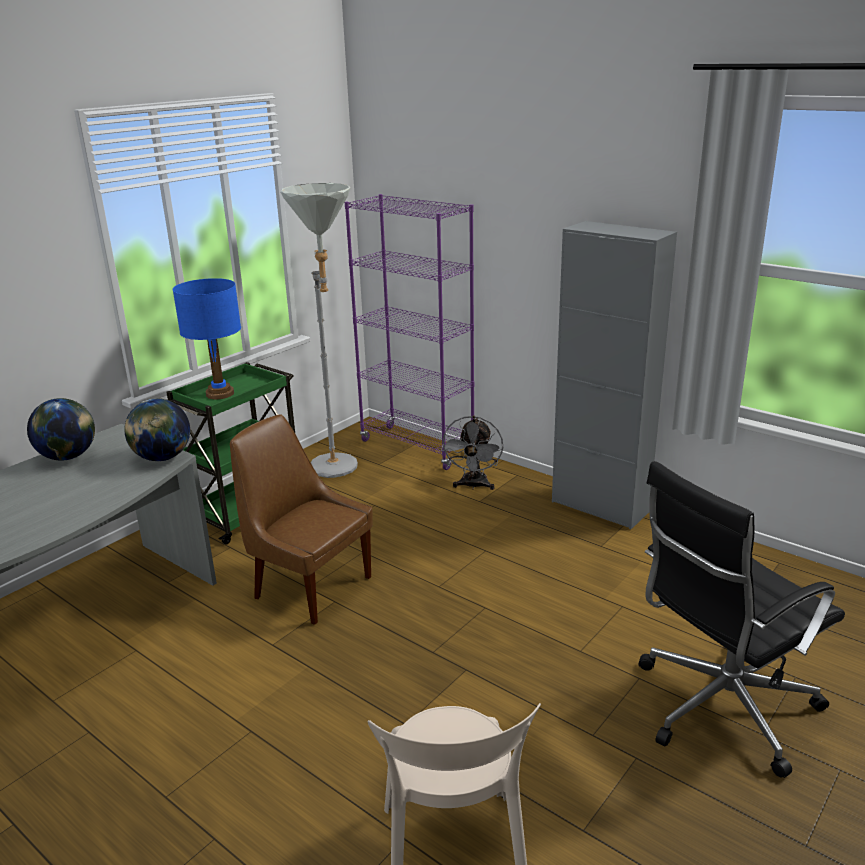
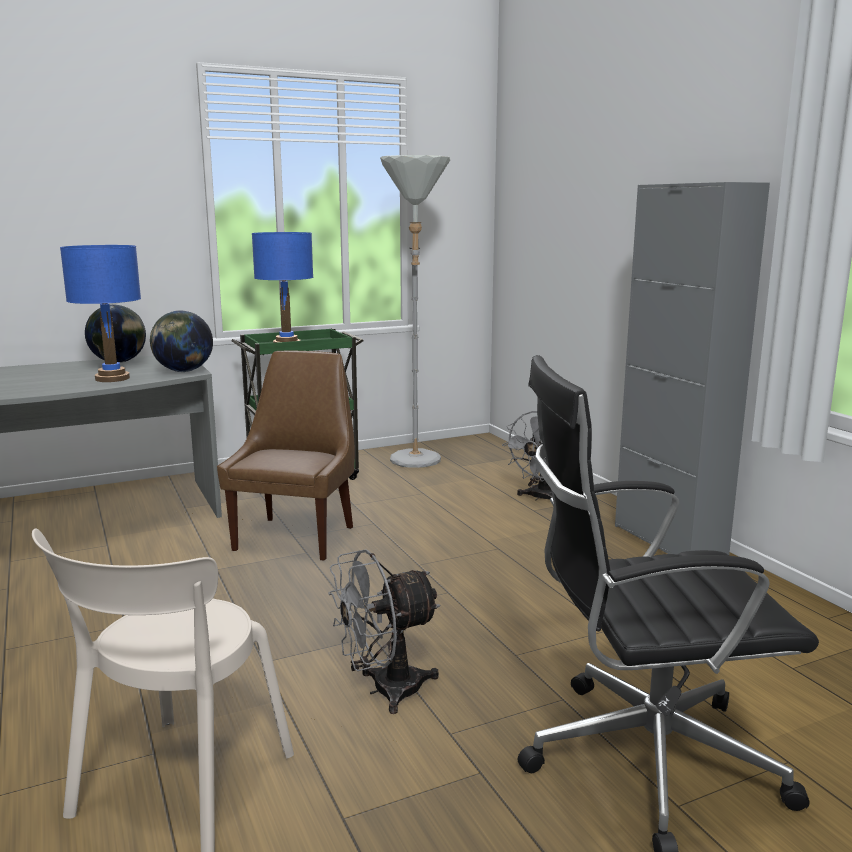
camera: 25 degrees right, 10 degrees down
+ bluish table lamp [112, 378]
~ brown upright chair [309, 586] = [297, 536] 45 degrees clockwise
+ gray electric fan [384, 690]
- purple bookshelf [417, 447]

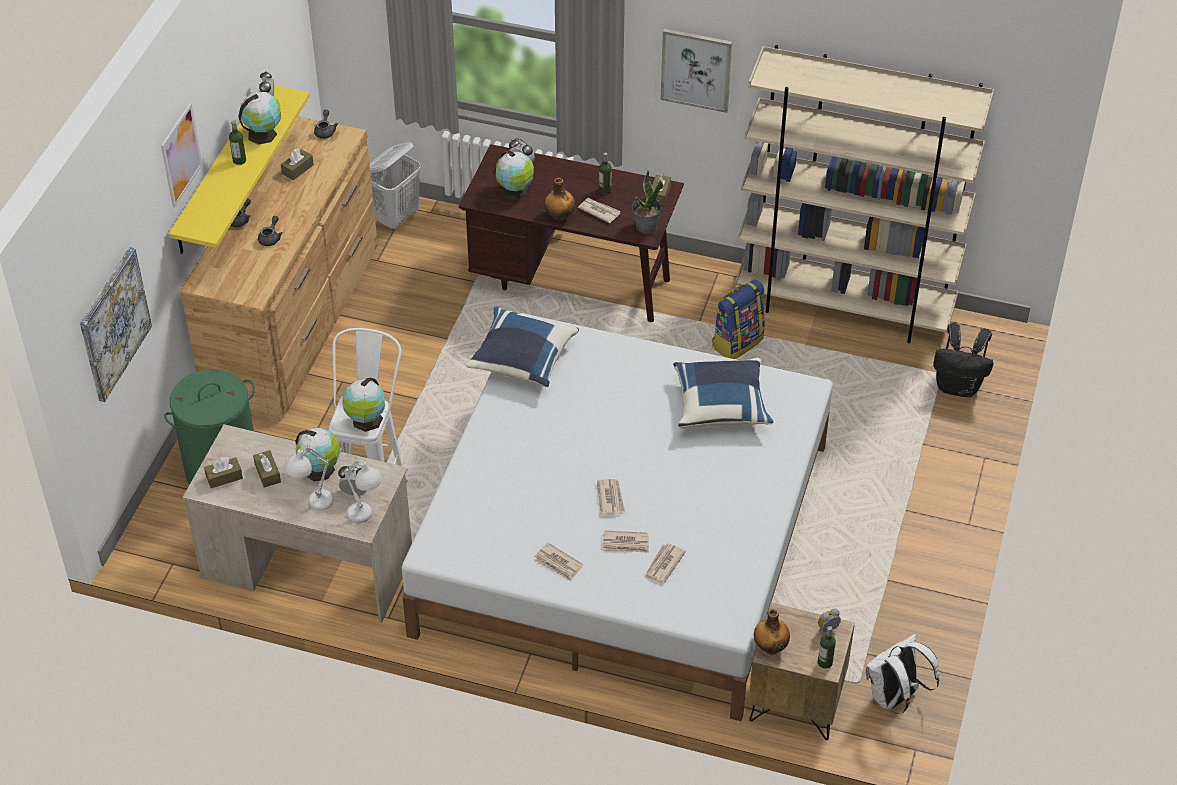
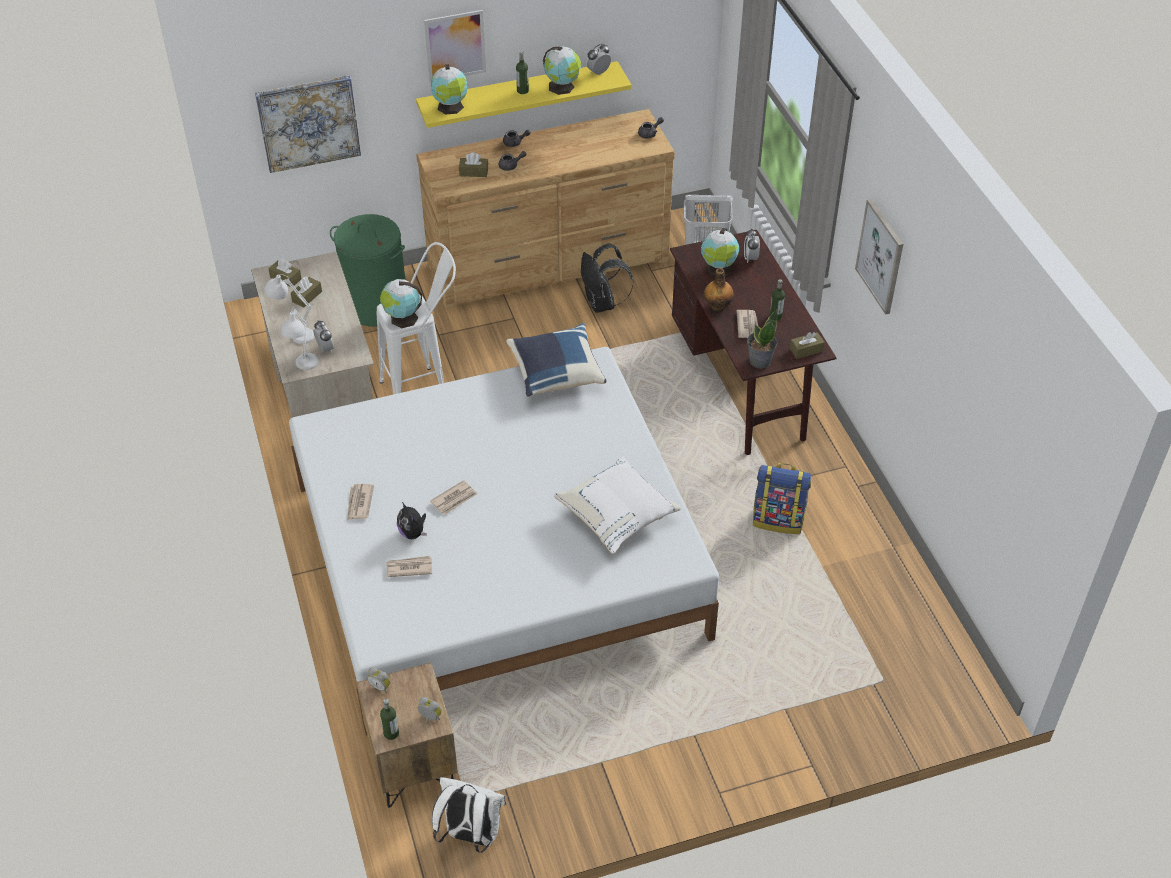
camera: 55 degrees right, 0 degrees up
~ bottle [770, 647] to bedside clock [380, 686]
~ printed paper [626, 543] to plush toy [413, 533]
~ desk globe [320, 470] to [450, 107]
~ brown box of tissues [297, 169] to [473, 172]
~ bluish throw pillow [720, 405] to whitish throw pillow [617, 516]
~ black knapsack [958, 386] to [602, 304]
- sand-coloured bookshelf [844, 307]

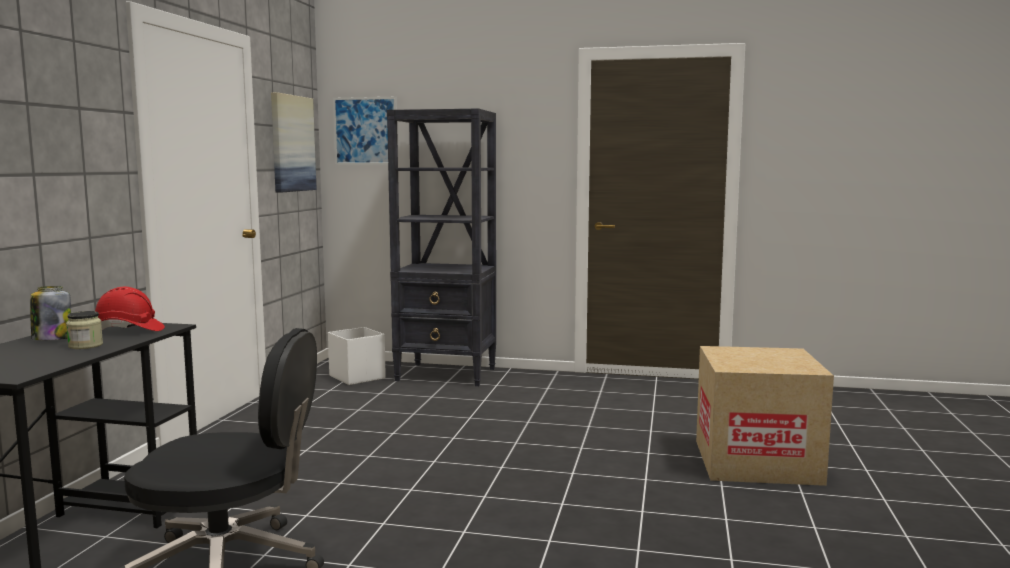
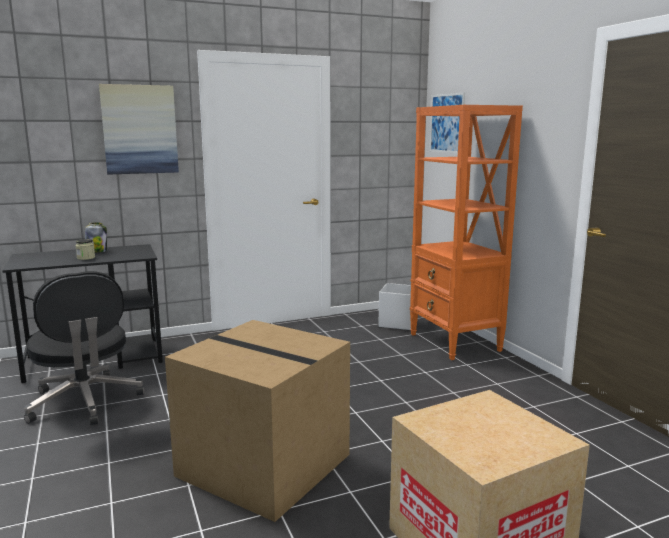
camera: 55 degrees right, 5 degrees up
~ picture [292, 143] to [139, 129]
+ carton [267, 464]
~ black bookshelf [447, 375] to orange bookshelf [455, 342]
- red-coloured work helmet [129, 330]

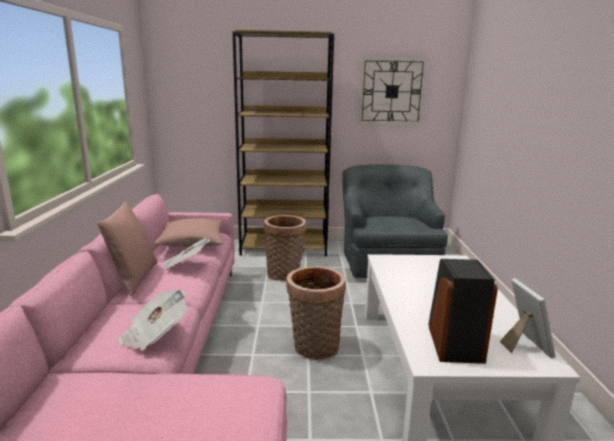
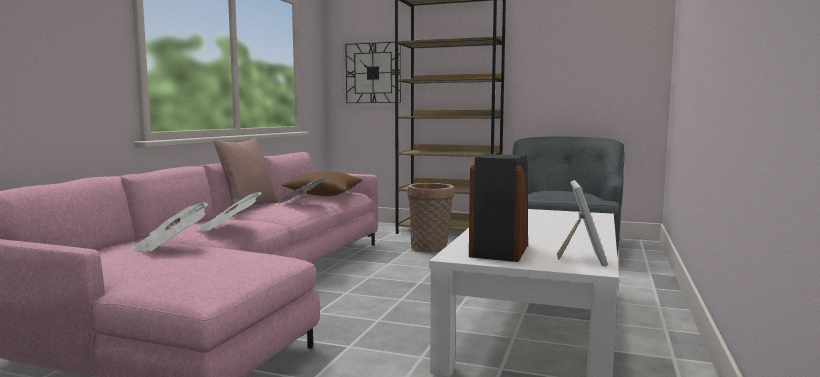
camera: 20 degrees right, 10 degrees down
+ printed paper [170, 247]
~ pink-coloured throw pillow [191, 243] to brown throw pillow [324, 195]
~ clock on the wall [391, 91] to [373, 73]
- basket [314, 349]

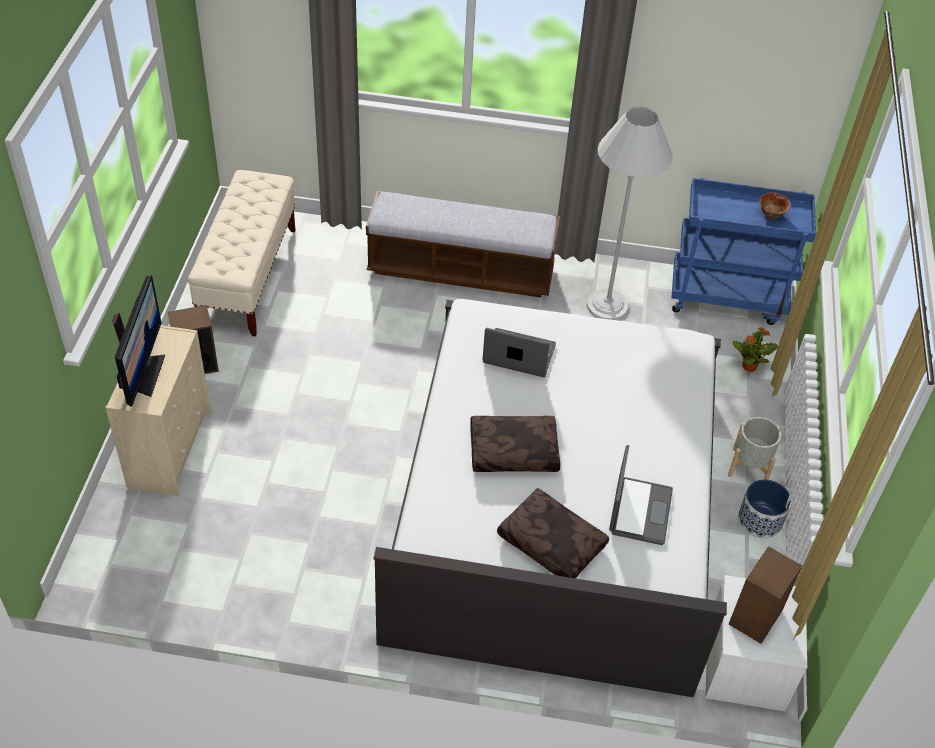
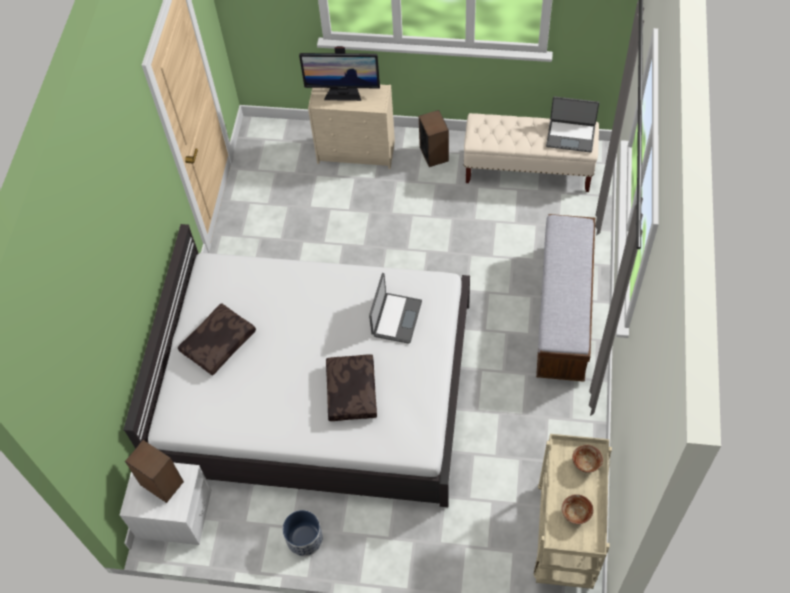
camera: 95 degrees right, 10 degrees up
~ brown throw pillow [513, 452] to [350, 391]
~ bluish cart [727, 297] to sand-coloured cart [566, 536]
~ portable computer [638, 511] to [570, 136]
+ deep dish [585, 464]
- whitish standard lamp [607, 305]
- gray plant pot [749, 466]
- plant in a pot [748, 367]

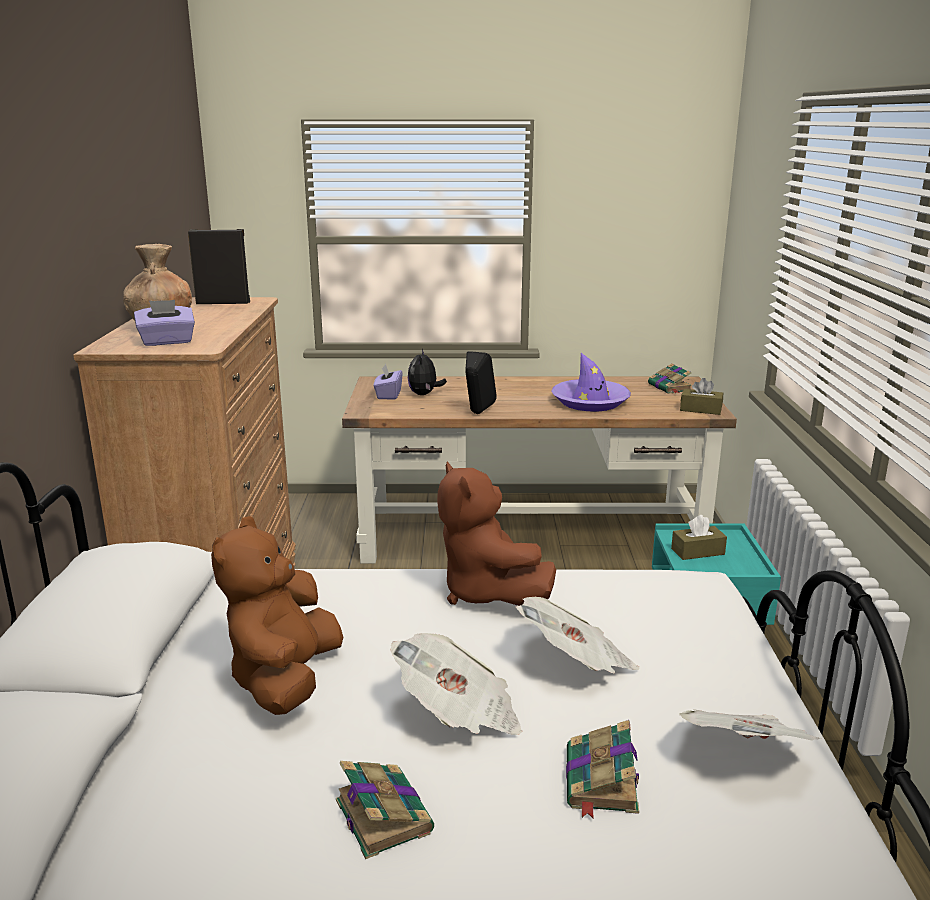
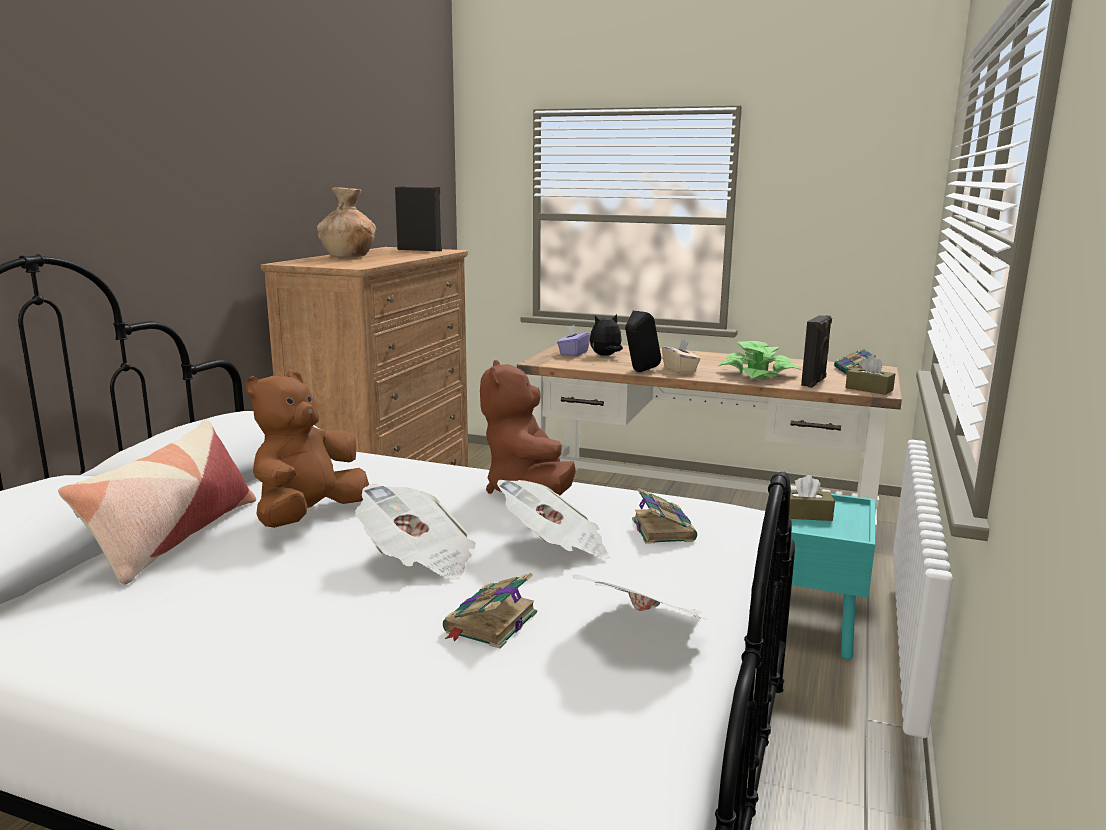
camera: 20 degrees right, 5 degrees down
+ throw pillow [174, 537]
~ plush toy [424, 394] = [606, 356] 45 degrees clockwise
~ volume [382, 814] to [662, 529]
+ sand-coloured box of tissues [680, 370]
~ purple clothing hat [590, 402] to plant in a pot [758, 374]
+ black loudspeaker [814, 382]
- purple box of tissues [167, 342]

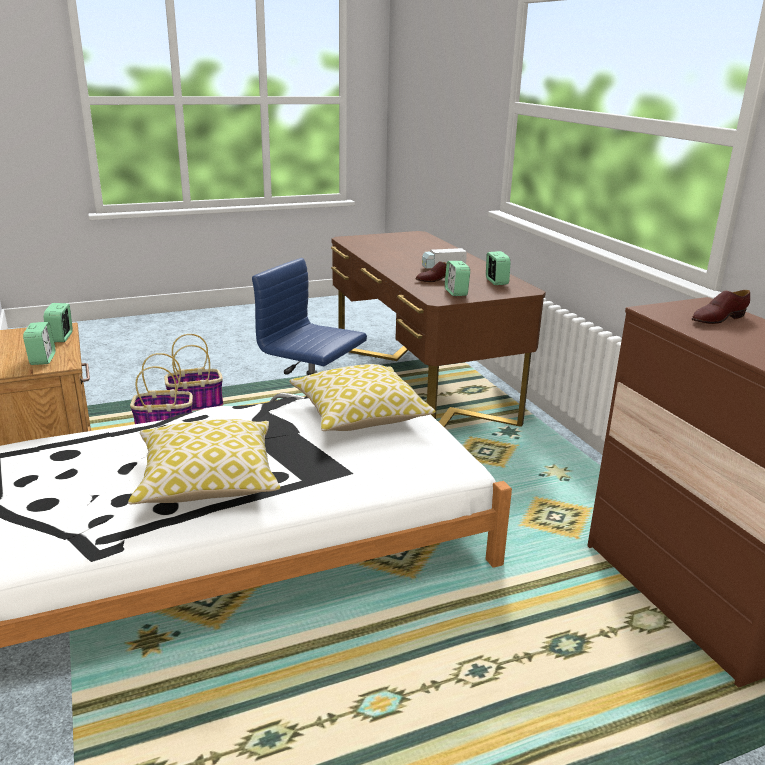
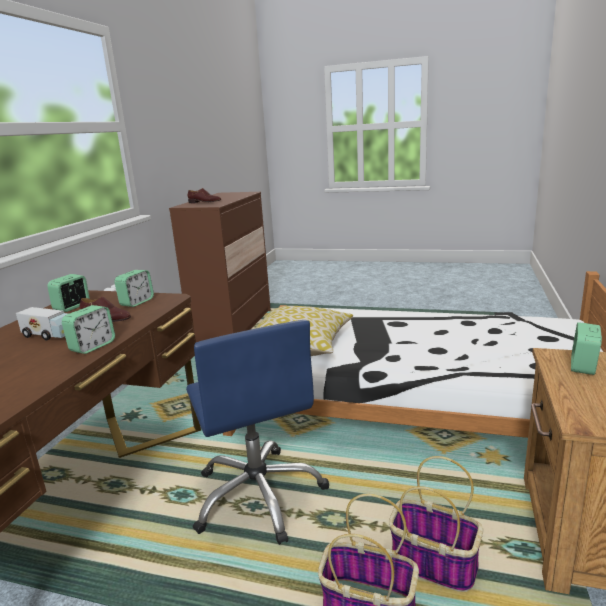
camera: 140 degrees left, 5 degrees down
~ bedside clock [61, 337] to [92, 346]
- throw pillow [207, 480]

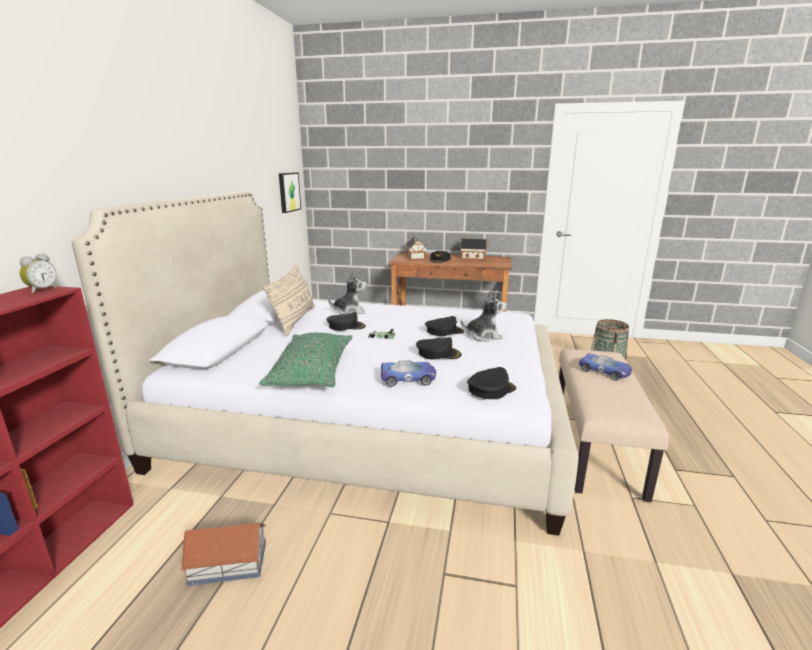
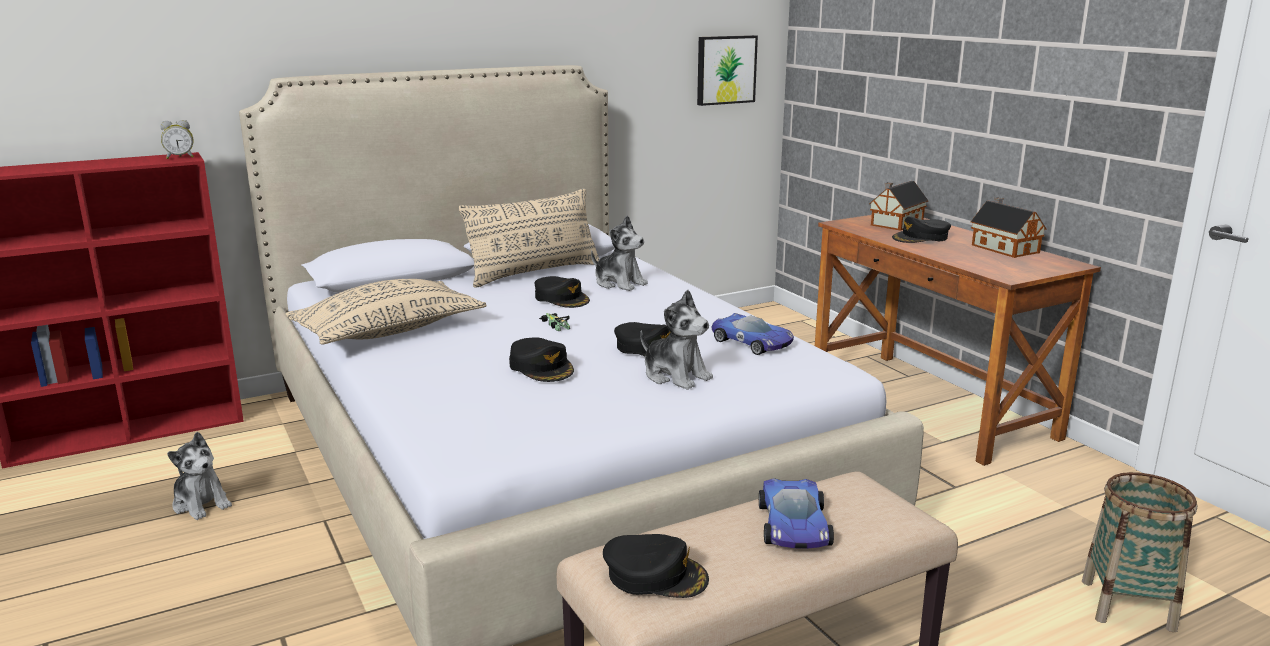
camera: 50 degrees right, 0 degrees up
~ toy house [227, 562] to plush toy [201, 504]
~ green throw pillow [312, 372] to sand-coloured throw pillow [389, 331]
~ black baseball cap [490, 389] to [655, 575]
~ miniature car [408, 378] to [753, 342]

